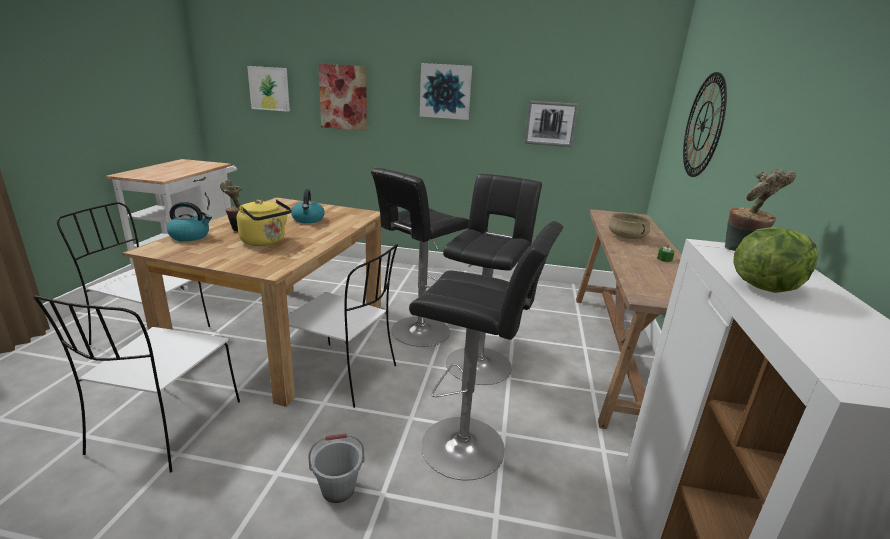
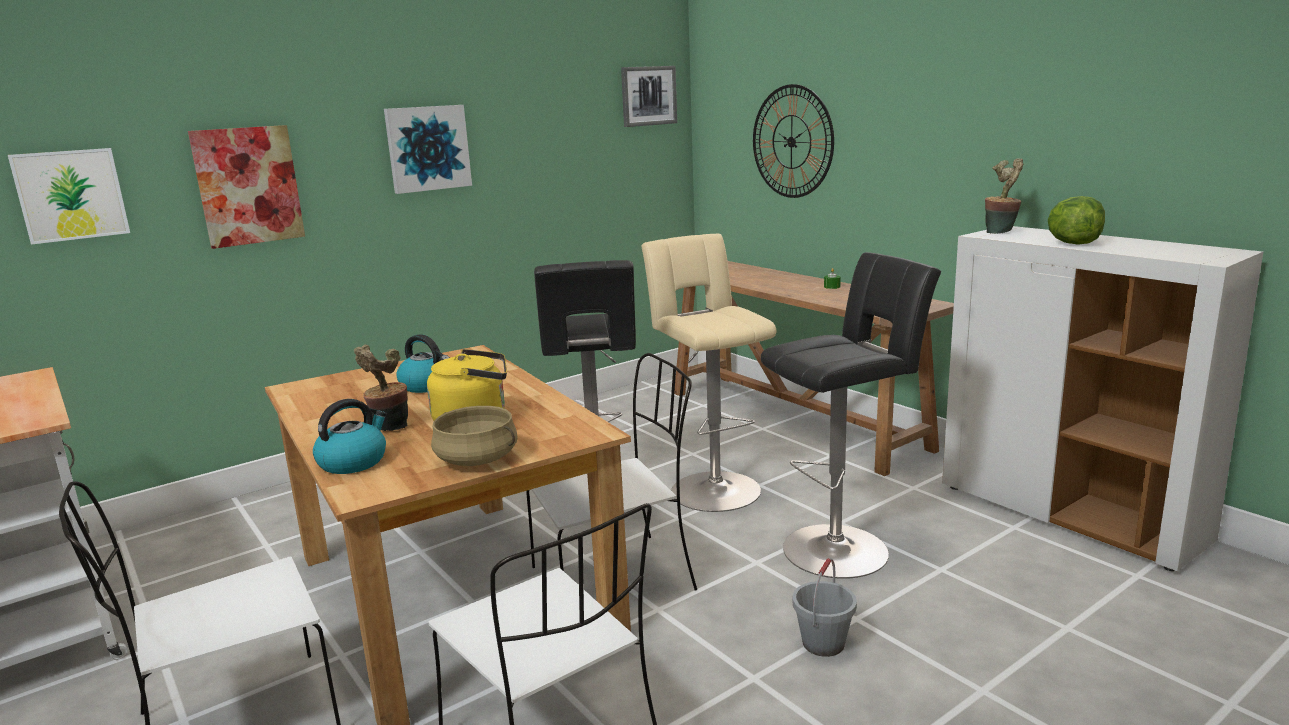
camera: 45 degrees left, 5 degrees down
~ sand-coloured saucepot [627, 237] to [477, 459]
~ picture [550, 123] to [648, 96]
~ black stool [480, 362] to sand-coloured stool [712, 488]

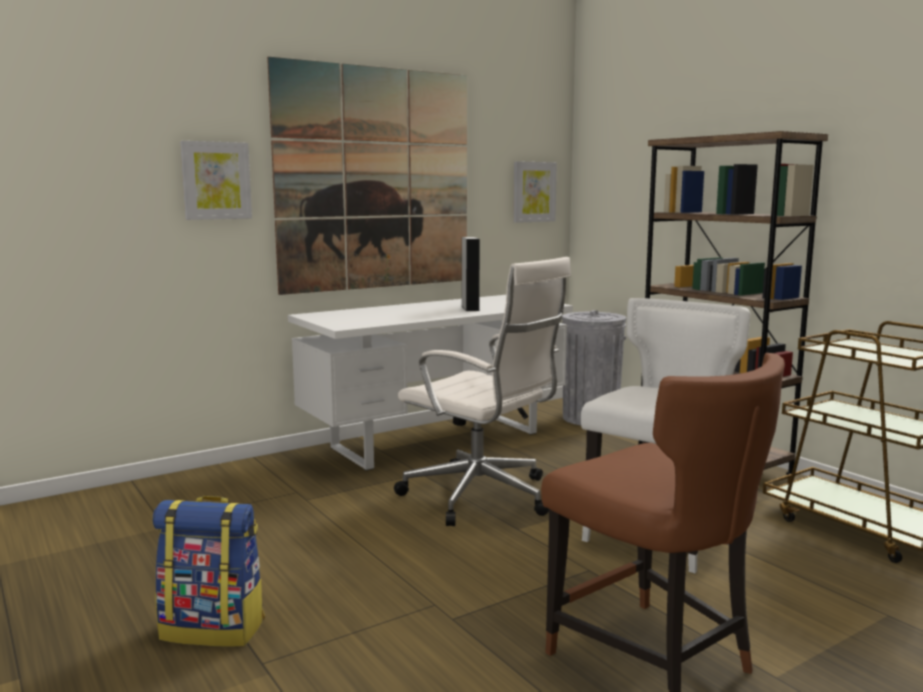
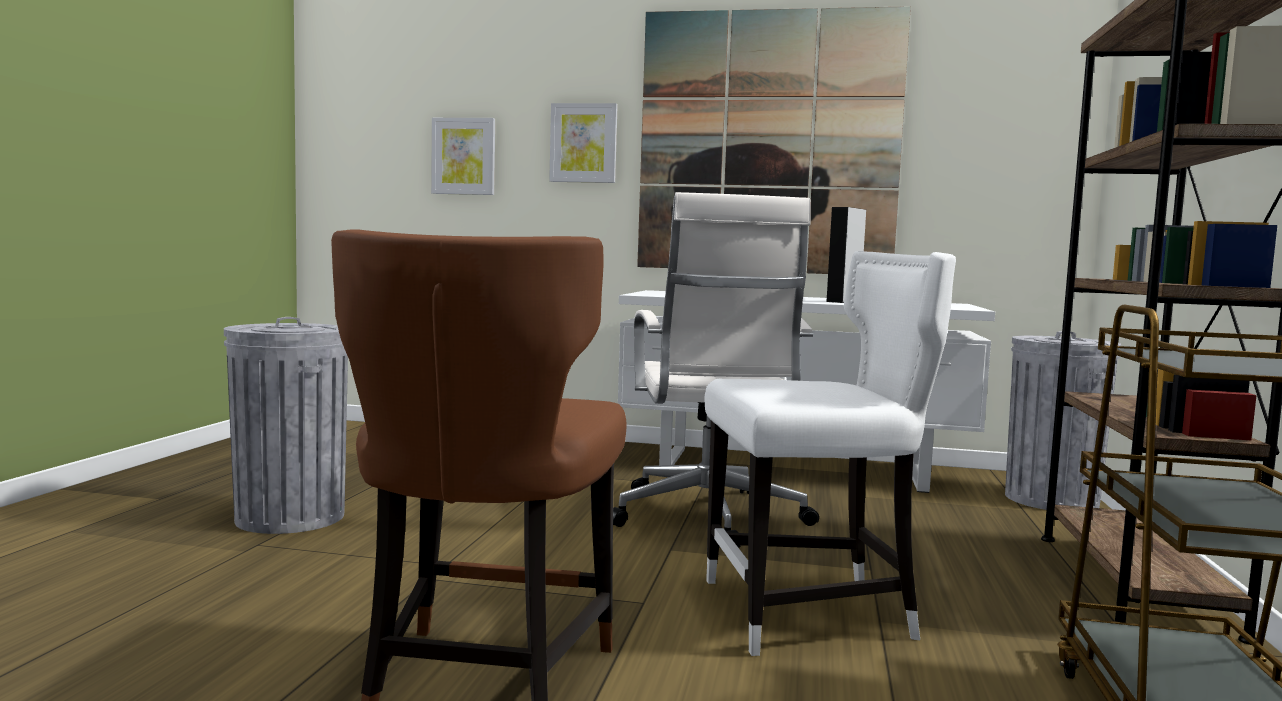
camera: 45 degrees right, 5 degrees down
~ knapsack [214, 629] to gray waste bin [290, 517]
~ picture [533, 192] to [464, 156]

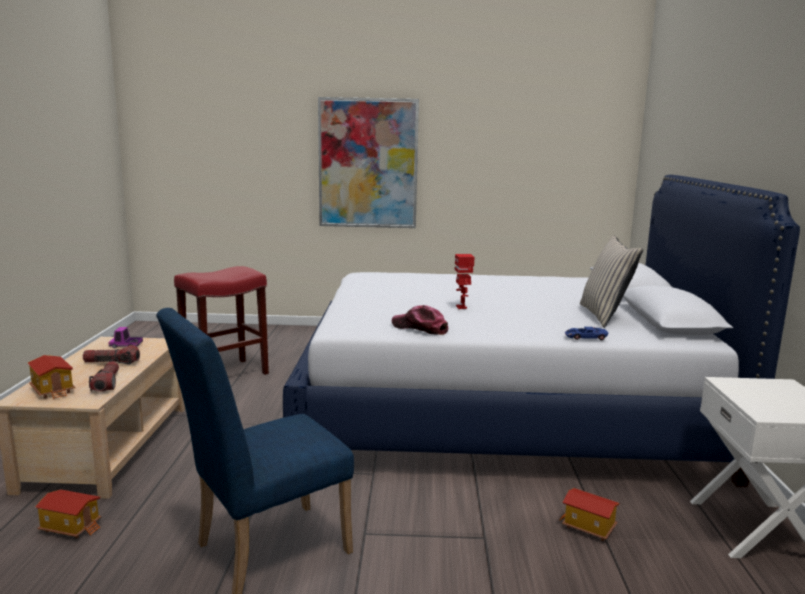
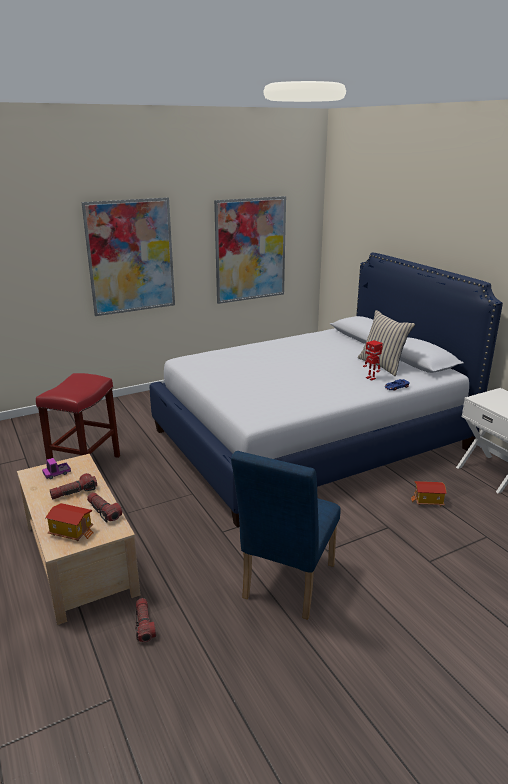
camera: 30 degrees left, 10 degrees up
~ toy house [71, 527] to flashlight [144, 625]
+ picture [250, 250]
~ robot figure [462, 307] to [371, 378]
- baseball cap [420, 328]

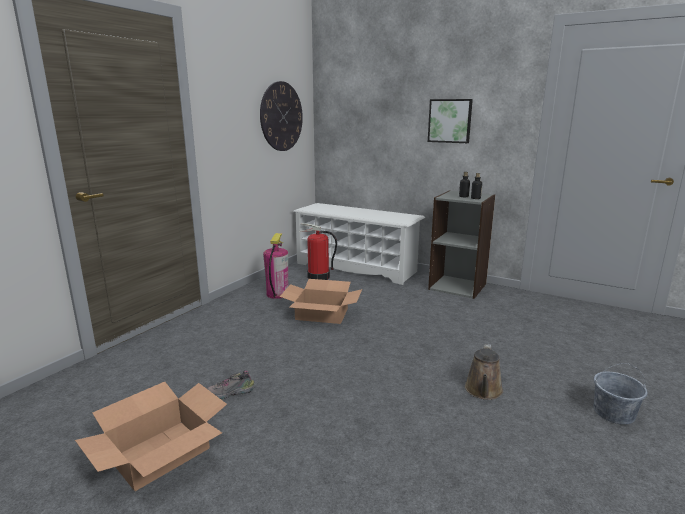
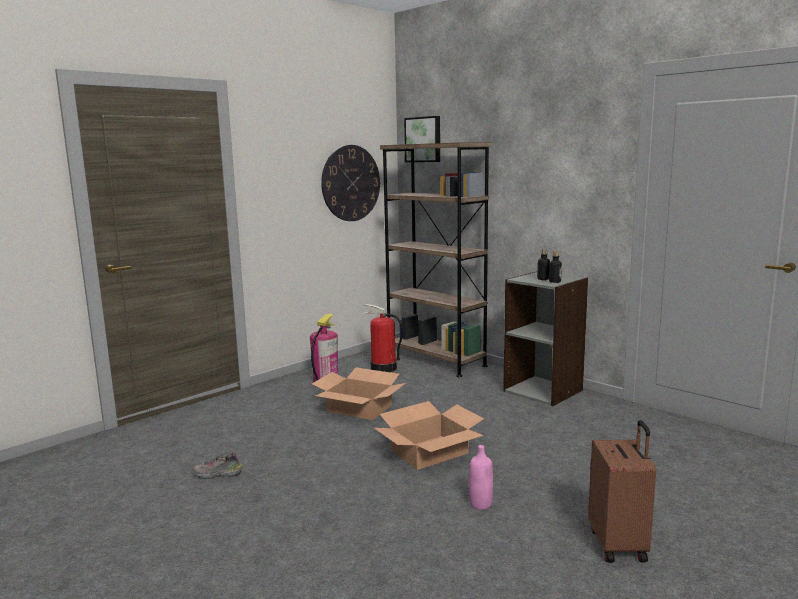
camera: 15 degrees right, 5 degrees down
~ carton [160, 453] to [429, 452]
~ whitish shoe shelf [356, 267] to brown bookshelf [435, 360]
~ picture [450, 121] to [423, 139]
~ brown watering can [483, 391] to pink-coloured bottle [480, 504]
~ gray pail [614, 413] to brown piece of luggage [619, 545]

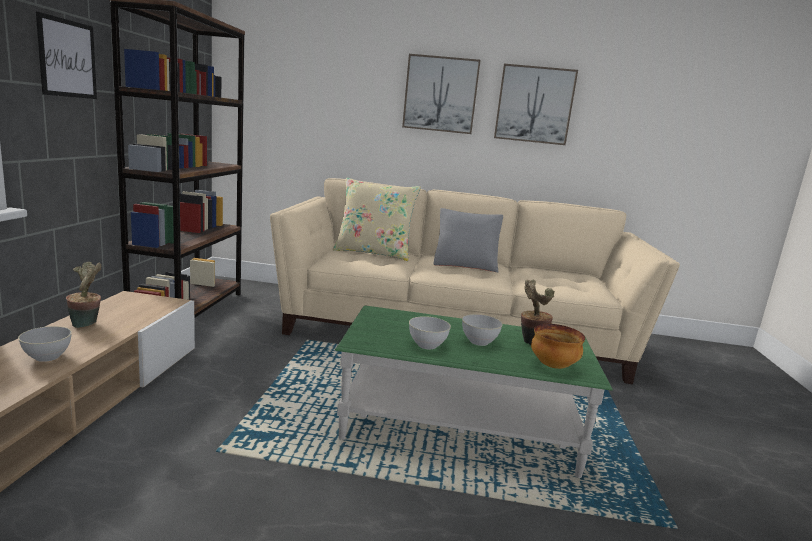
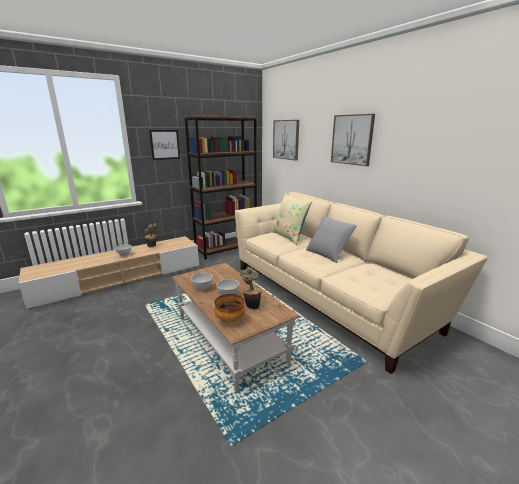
camera: 50 degrees right, 5 degrees up
~ green low table [459, 429] to brown low table [230, 339]
~ picture [534, 105] to [286, 139]

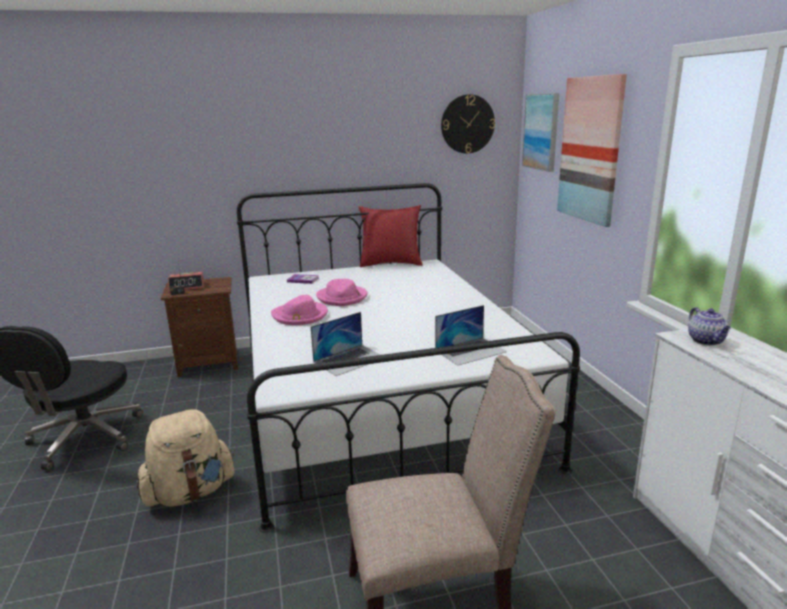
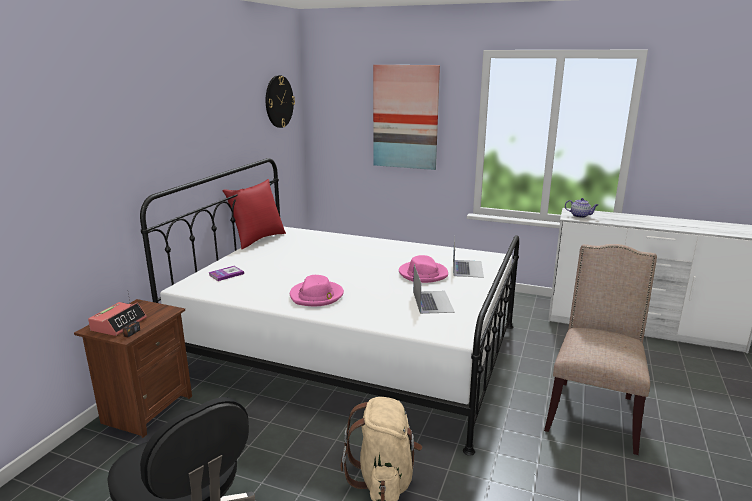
camera: 55 degrees left, 0 degrees up
~ pink-coloured clothing hat [342, 298] to [423, 274]
- picture [541, 131]

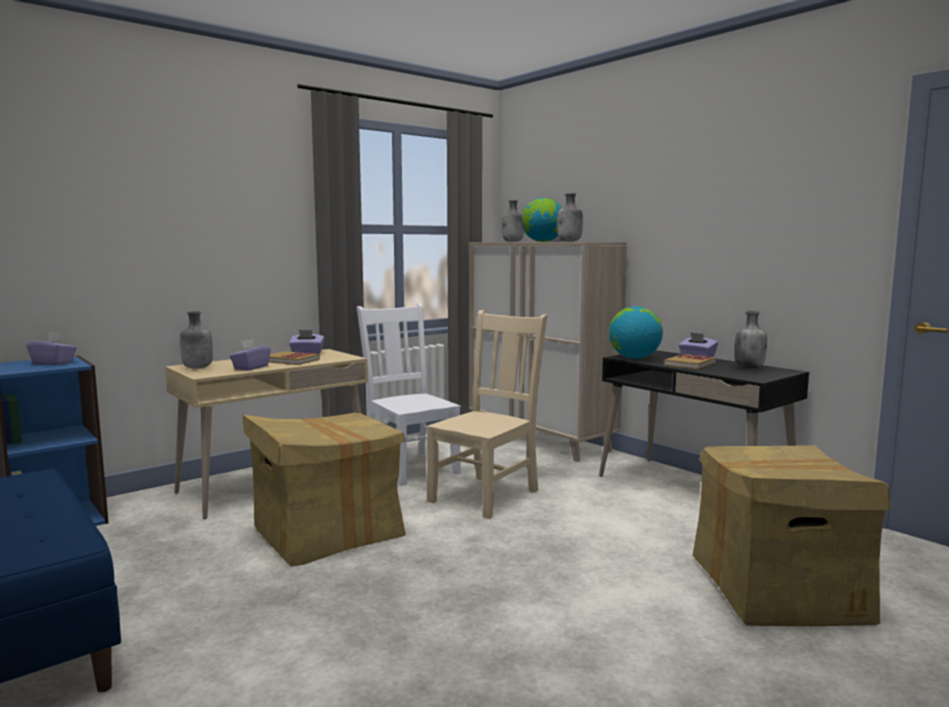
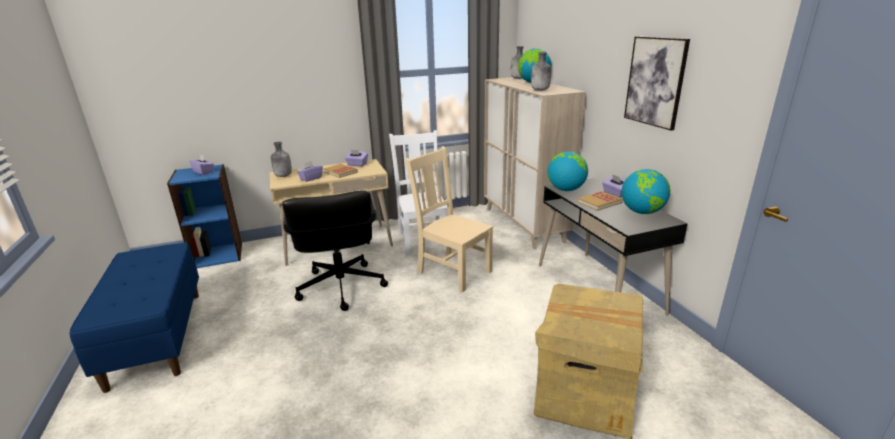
camera: 20 degrees right, 15 degrees up
~ carton [327, 533] to black desk chair [340, 287]
~ sand-coloured upright chair [486, 495] = [452, 271] 105 degrees counterclockwise
~ gray bottle [749, 367] to desk globe [642, 212]
+ picture [655, 82]

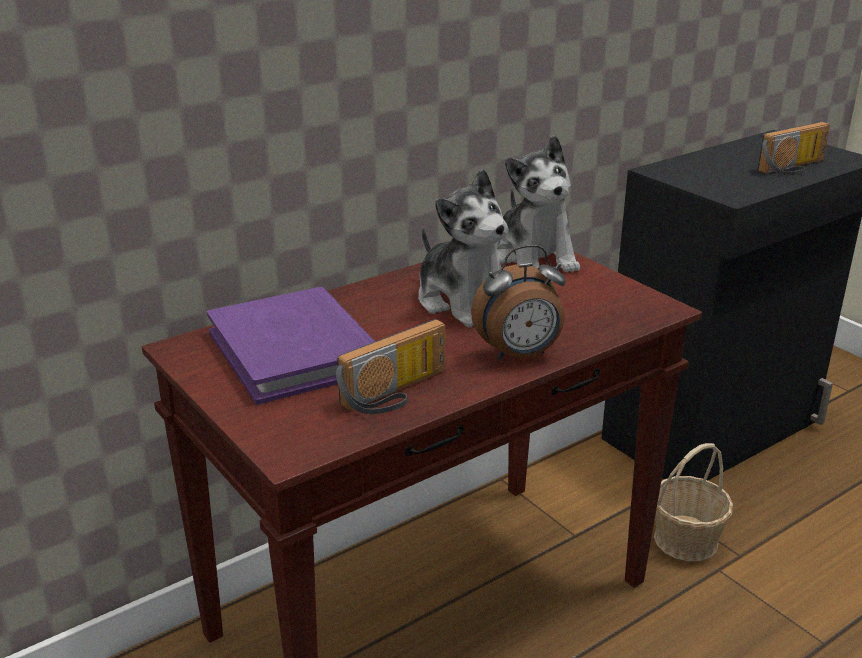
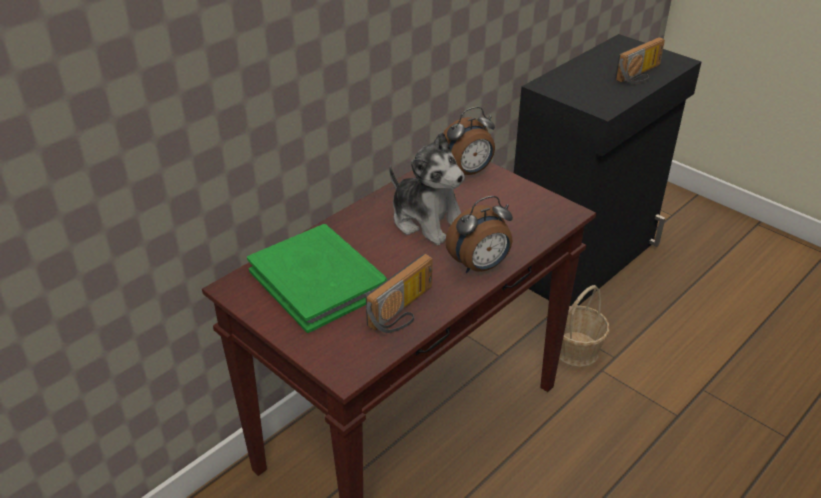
camera: 10 degrees left, 10 degrees up
~ purple volume [295, 351] to green volume [318, 281]
~ plush toy [535, 257] to bedside clock [467, 172]

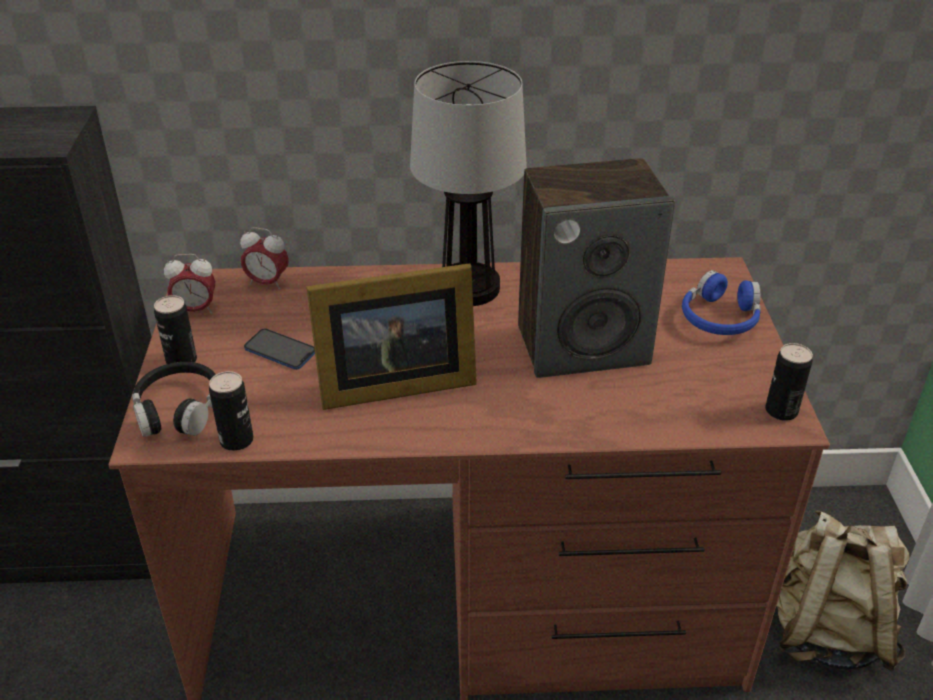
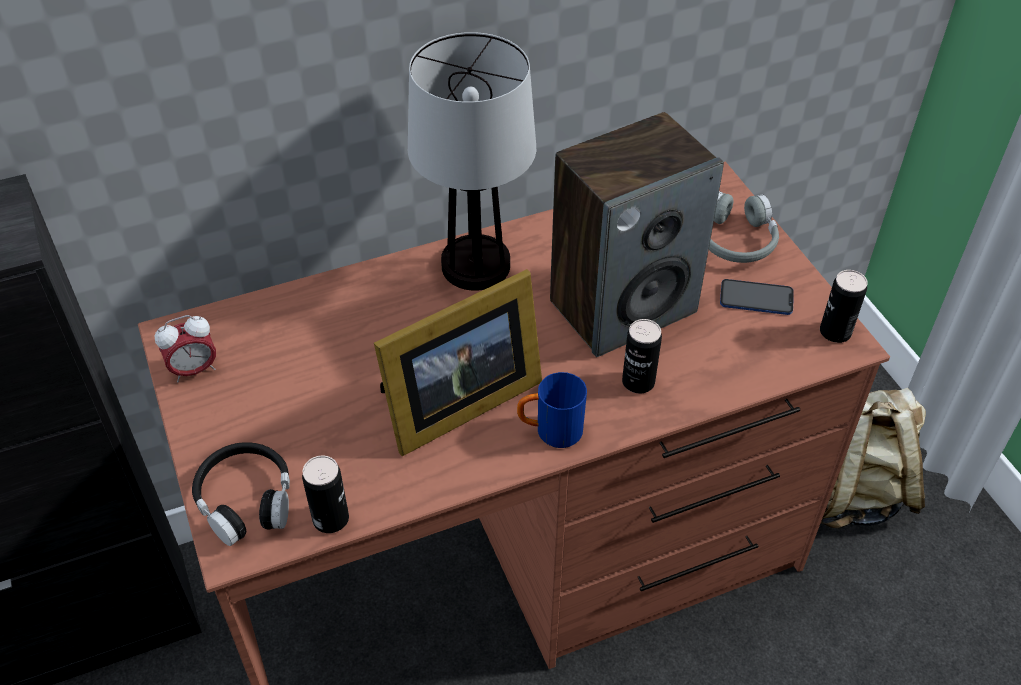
camera: 20 degrees left, 10 degrees up
+ bluish tea mug [550, 431]
~ sealed can [181, 361] to [638, 382]
~ bluish pair of headphones [720, 318] to gray pair of headphones [736, 240]
~ handset [280, 351] to [756, 298]
- bedside clock [267, 283]

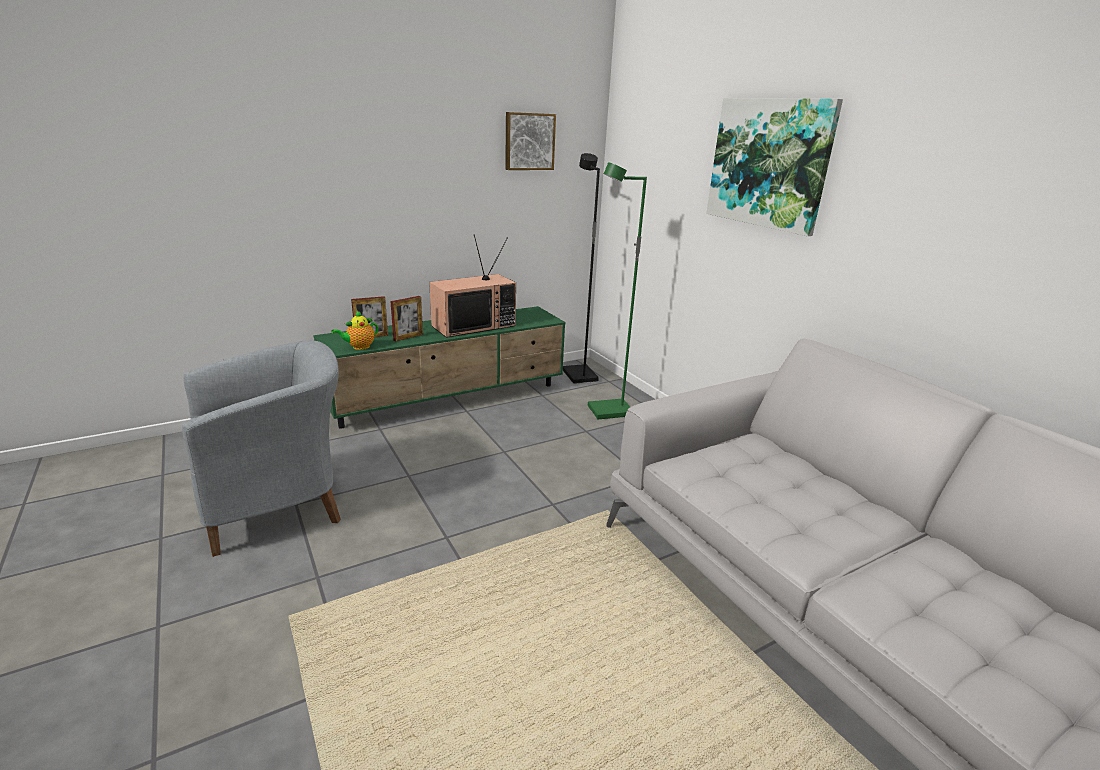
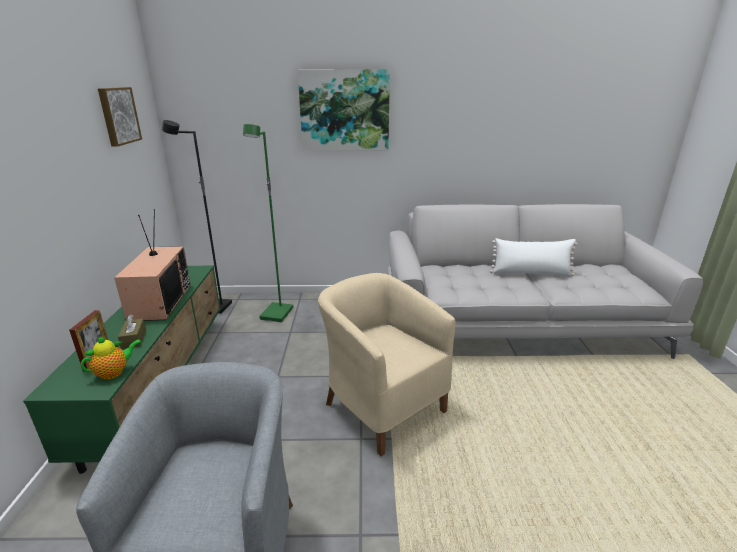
camera: 60 degrees left, 0 degrees up
~ teapot [359, 347] = [114, 372] 120 degrees counterclockwise
~ standing frame [408, 337] to brown box of tissues [134, 339]
+ sand-coloured easy chair [381, 405]
+ whitish throw pillow [531, 273]

